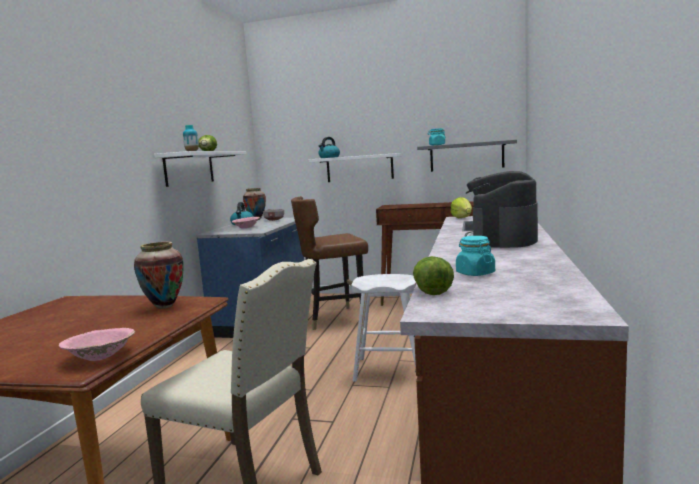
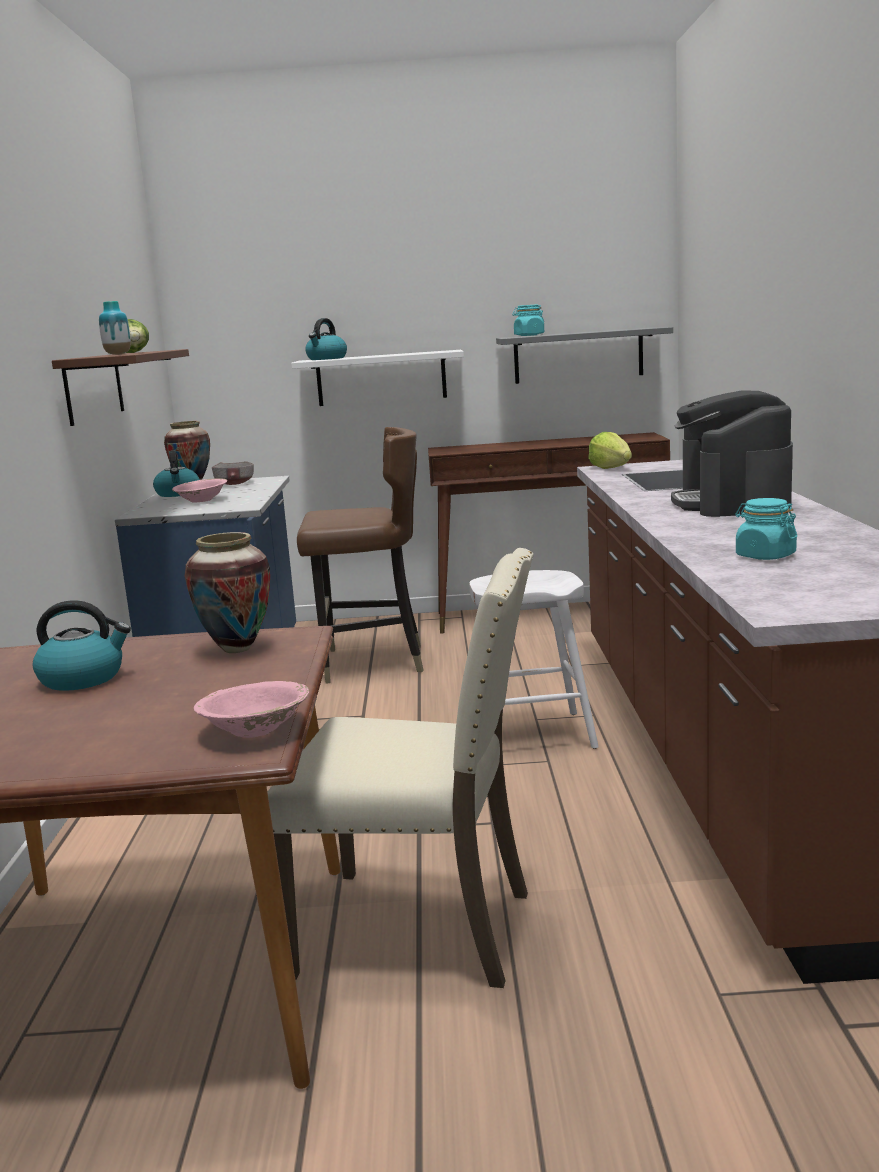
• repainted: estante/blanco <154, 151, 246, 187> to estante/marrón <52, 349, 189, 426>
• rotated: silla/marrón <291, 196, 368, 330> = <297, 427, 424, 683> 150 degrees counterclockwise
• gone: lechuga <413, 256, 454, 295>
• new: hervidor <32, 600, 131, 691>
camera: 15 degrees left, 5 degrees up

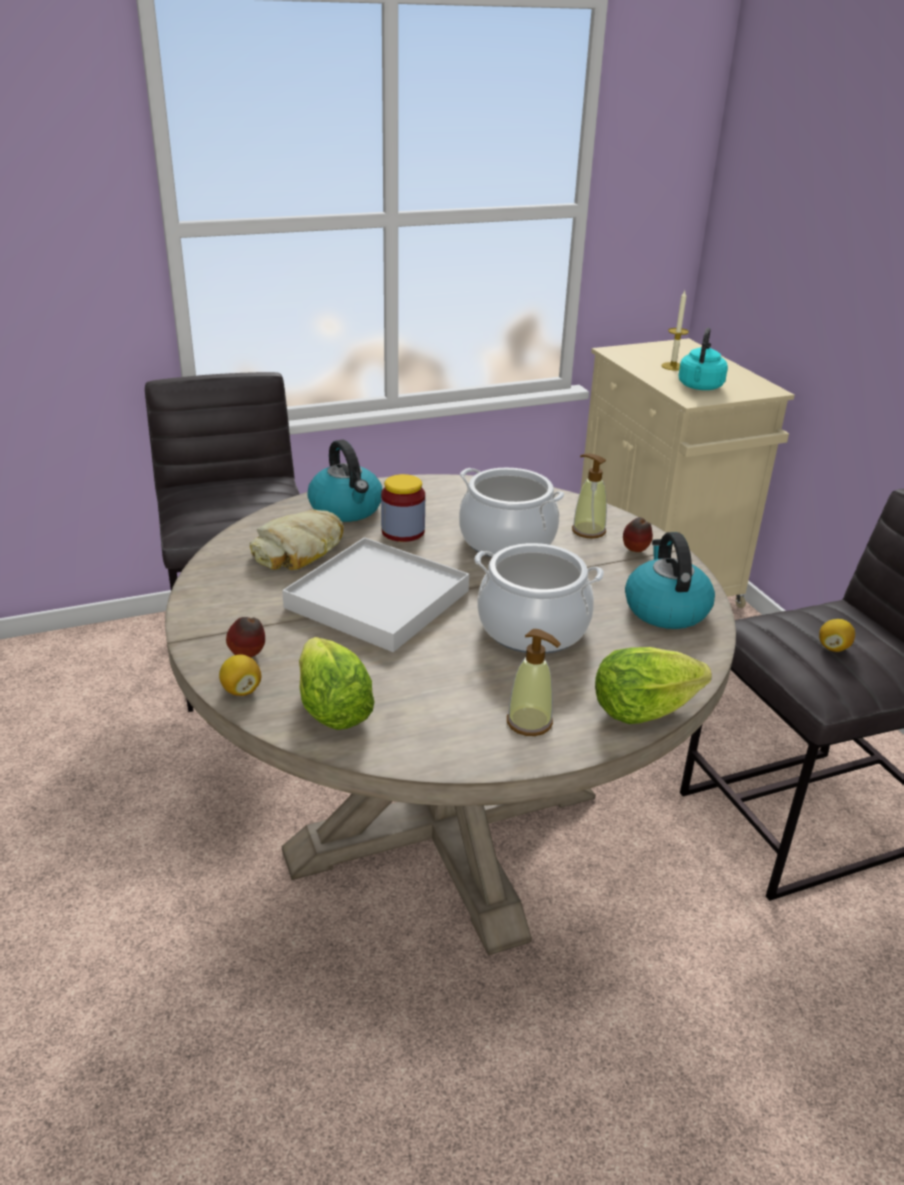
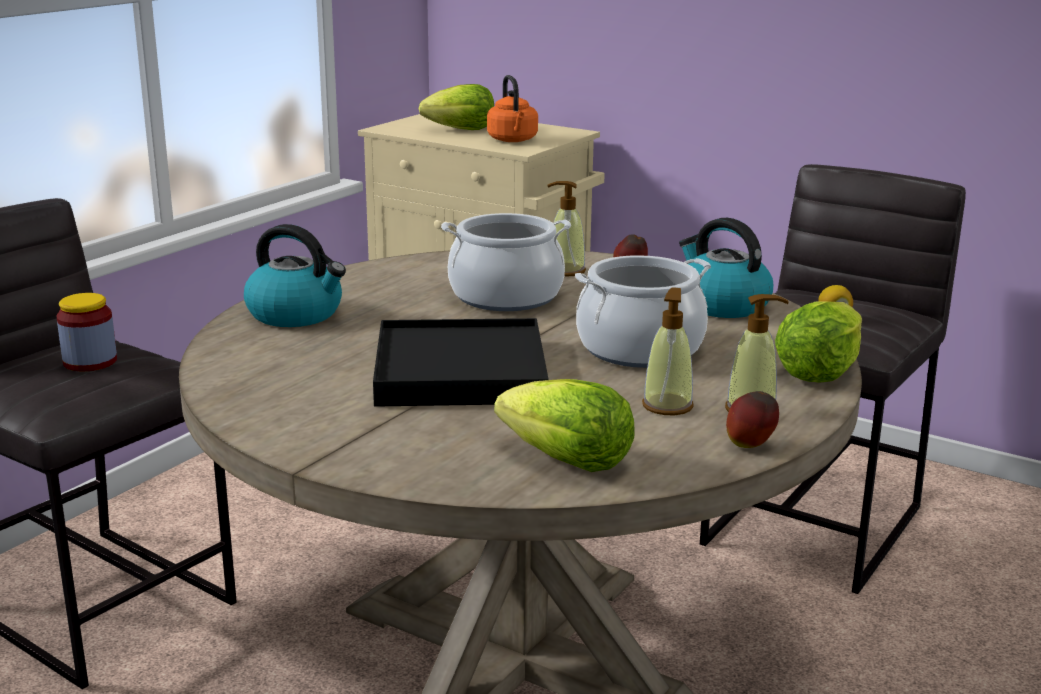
• gone: limón <219, 655, 261, 696>
• shifted: manzana <226, 617, 265, 657> to <726, 391, 779, 448>
• gone: pan <250, 509, 344, 570>
• repainted: bandeja/blanco <282, 537, 469, 652> to bandeja/negro <373, 318, 549, 407>
• shifted: tarro <381, 474, 425, 542> to <56, 293, 117, 371>
• swapped: vela <661, 291, 689, 371> to lechuga <419, 84, 494, 130>
• repainted: hervidor/turquesa <678, 328, 728, 390> to hervidor/naranja <487, 75, 538, 142>
• new: dispensador de jabón <642, 287, 694, 415>
camera: 35 degrees left, 10 degrees down

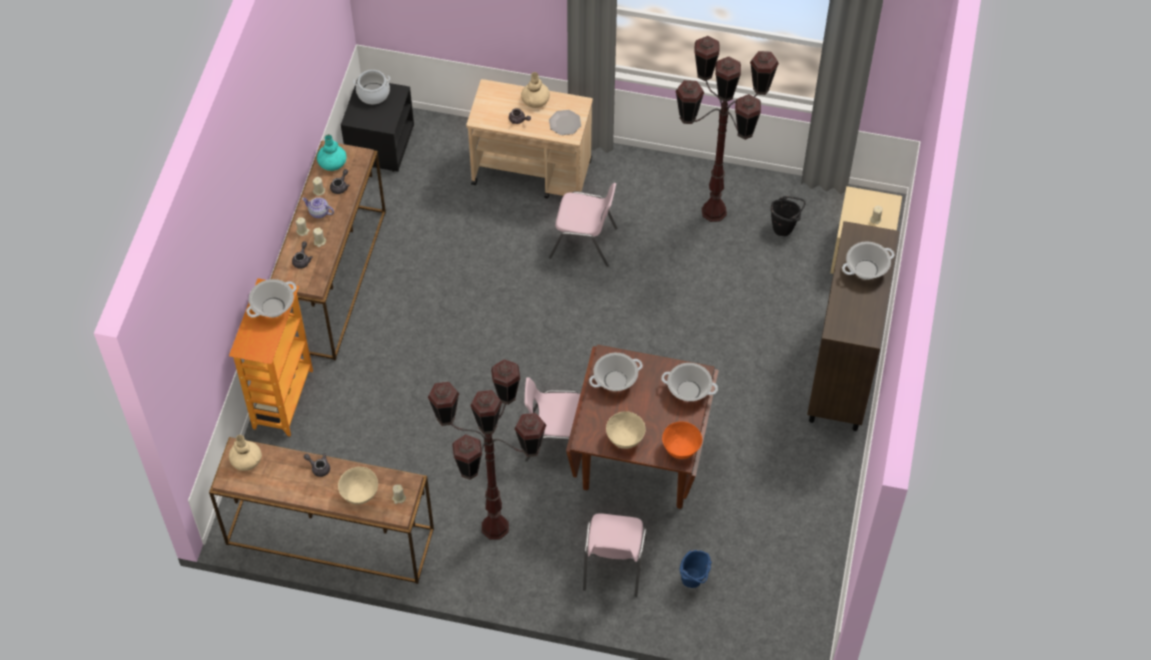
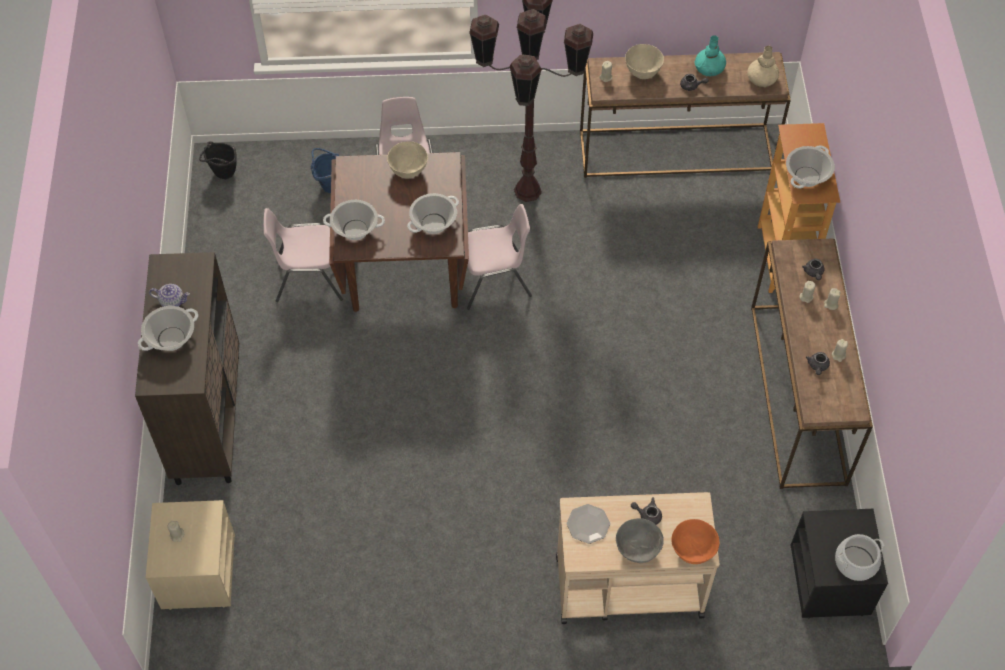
• shifted: tetera <302, 197, 334, 218> to <149, 284, 190, 307>
• shifted: florero/turquesa <317, 134, 347, 171> to <694, 35, 726, 77>
• swapped: florero/beis <521, 72, 550, 108> to cuenco/gris <616, 518, 664, 563>
• shifted: silla/rosa <549, 183, 617, 267> to <264, 208, 343, 302>
• shifted: cuenco/naranja <662, 422, 702, 459> to <671, 519, 720, 564>
• gone: lámpara de pie/marrón <675, 36, 779, 222>
• shifted: cubo/negro <771, 196, 806, 236> to <199, 141, 237, 179>
camera: 165 degrees right, 0 degrees up

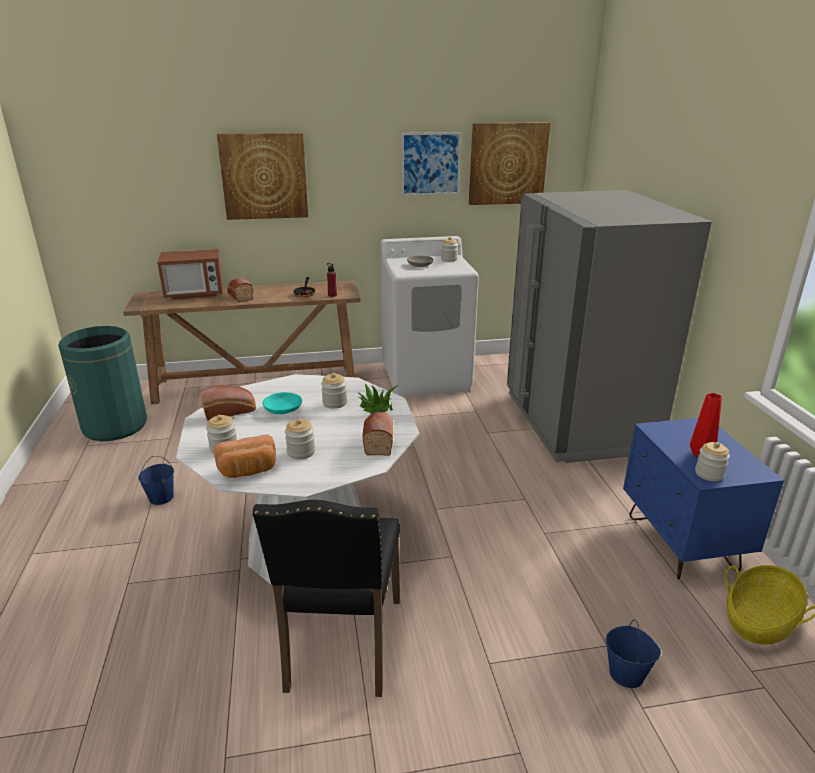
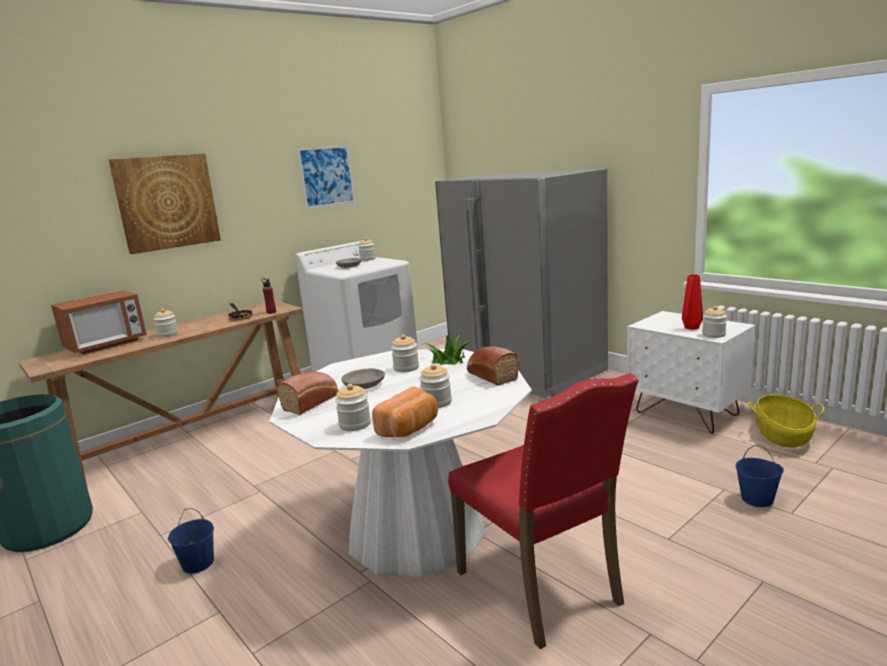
• swapped: pan <227, 278, 253, 302> to tarro <154, 309, 178, 337>
• repainted: silla/negro <252, 500, 400, 697> to silla/rojo <448, 373, 639, 649>
• repainted: cuenco/turquesa <263, 392, 302, 414> to cuenco/gris <341, 368, 385, 389>
• gone: cuadro <469, 122, 550, 205>
• repainted: mesita de noche/azul <623, 418, 784, 580> to mesita de noche/blanco <627, 311, 755, 434>
camera: 30 degrees left, 10 degrees down

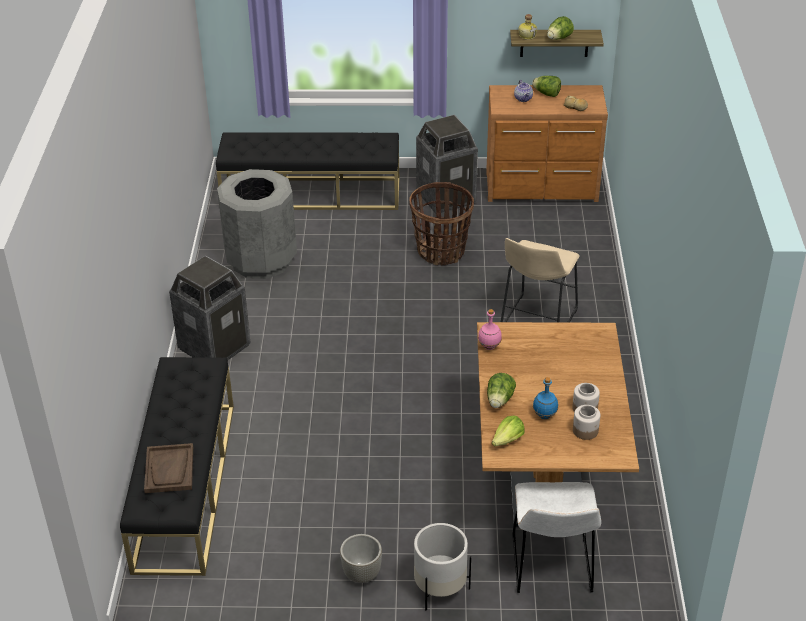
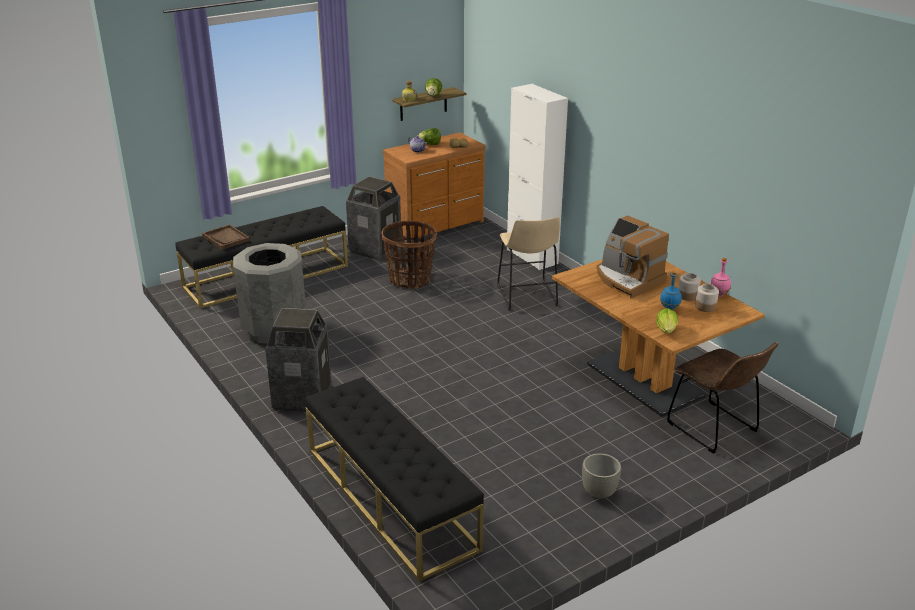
• shifted: bandeja/marrón <144, 443, 193, 493> to <202, 225, 250, 250>
• gone: maceta/blanco <414, 523, 471, 611>
• shifted: botella/rosa <478, 309, 502, 350> to <710, 258, 731, 297>
• gone: lechuga <487, 373, 516, 408>
• repainted: silla/blanco <513, 482, 601, 593> to silla/marrón <667, 342, 778, 453>
• new: armario/blanco <507, 84, 568, 270>
• new: cafetera <596, 216, 669, 299>
camera: 35 degrees left, 10 degrees down

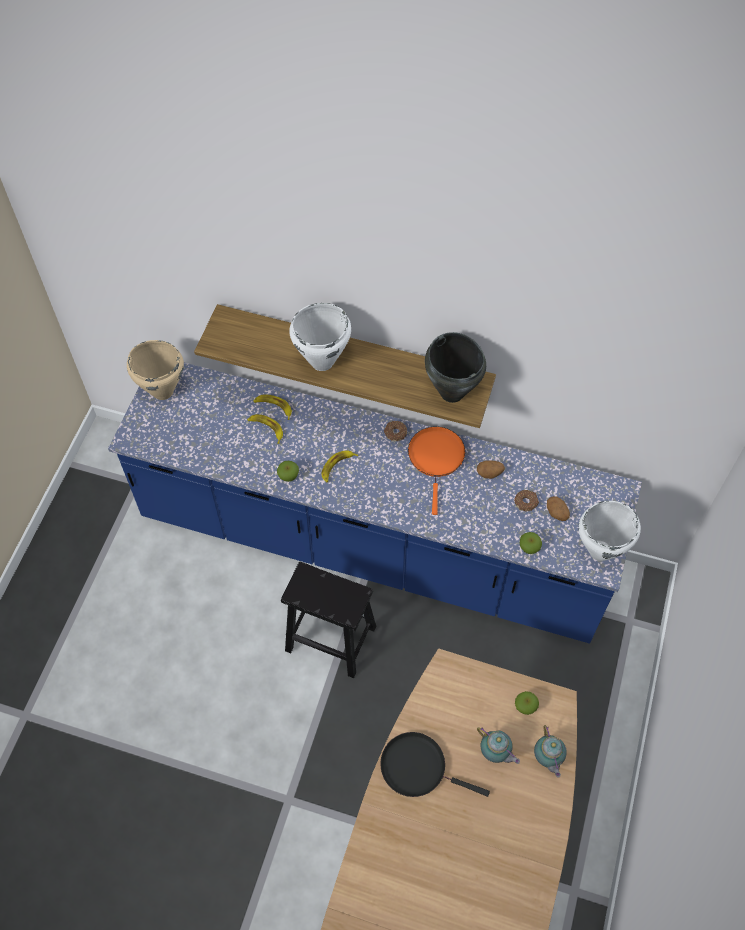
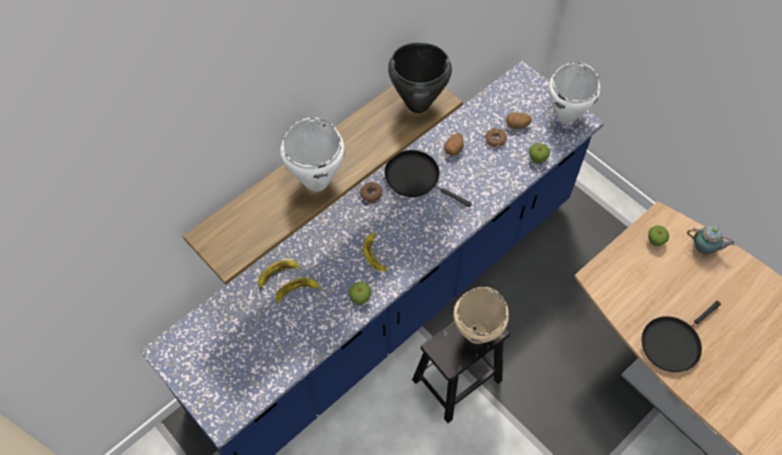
• shifted: olla/beis <127, 340, 184, 400> to <453, 287, 509, 344>
• repainted: sartén/naranja <408, 427, 465, 515> to sartén/negro <384, 150, 472, 207>
• gone: tetera <477, 727, 520, 764>
camera: 60 degrees left, 0 degrees up

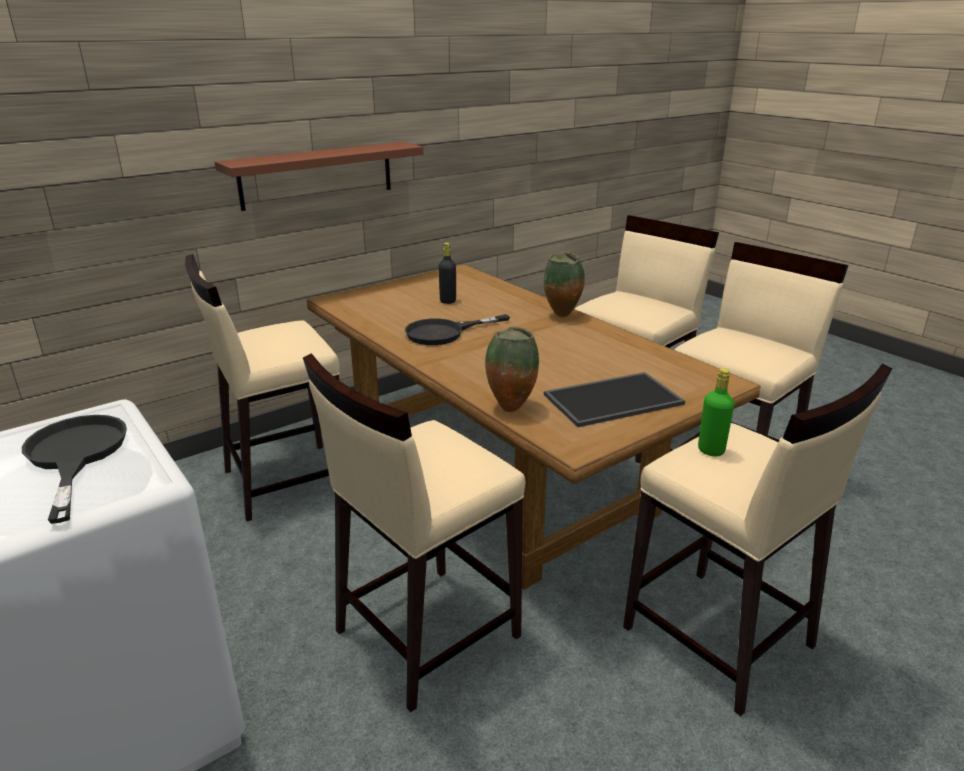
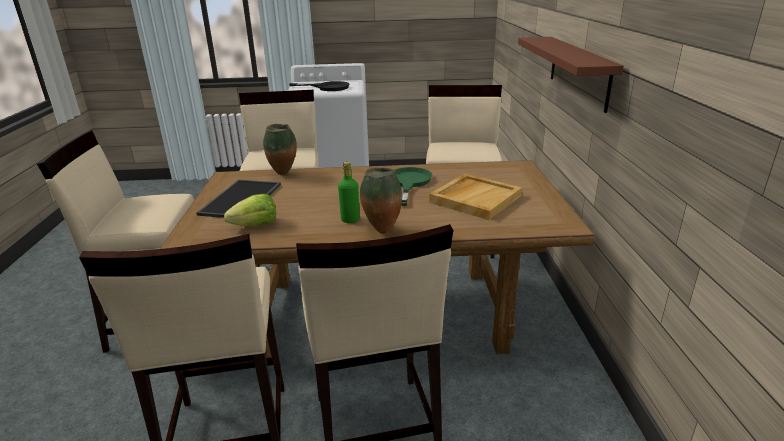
• repainted: sartén/negro <405, 314, 510, 345> to sartén/verde <394, 167, 433, 206>
• swapped: botella/negro <438, 243, 456, 304> to bandeja/beis <429, 173, 522, 220>
• shifted: botella/verde <698, 368, 734, 456> to <338, 162, 360, 223>
• new: lechuga <224, 194, 276, 226>
camera: 125 degrees right, 0 degrees up

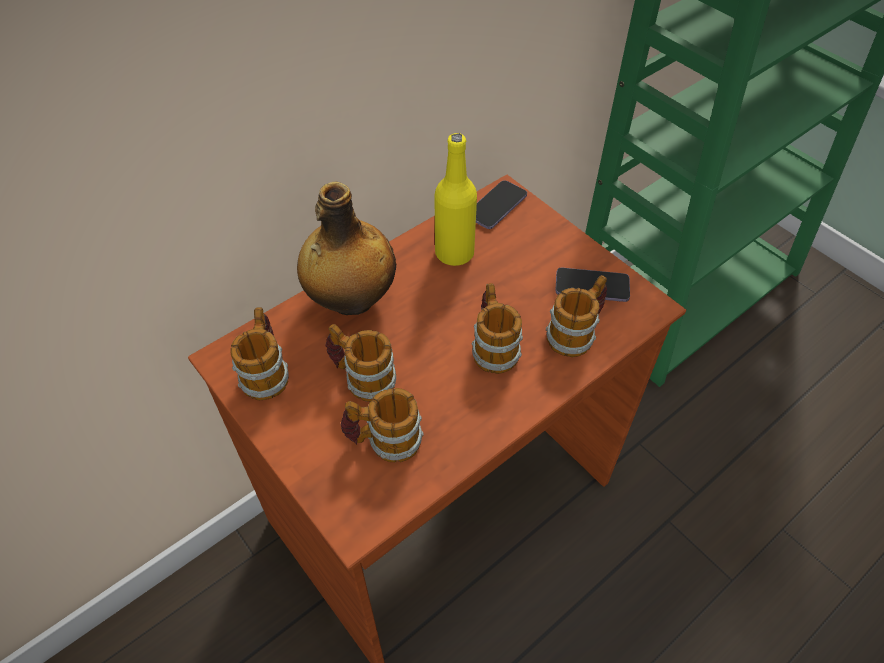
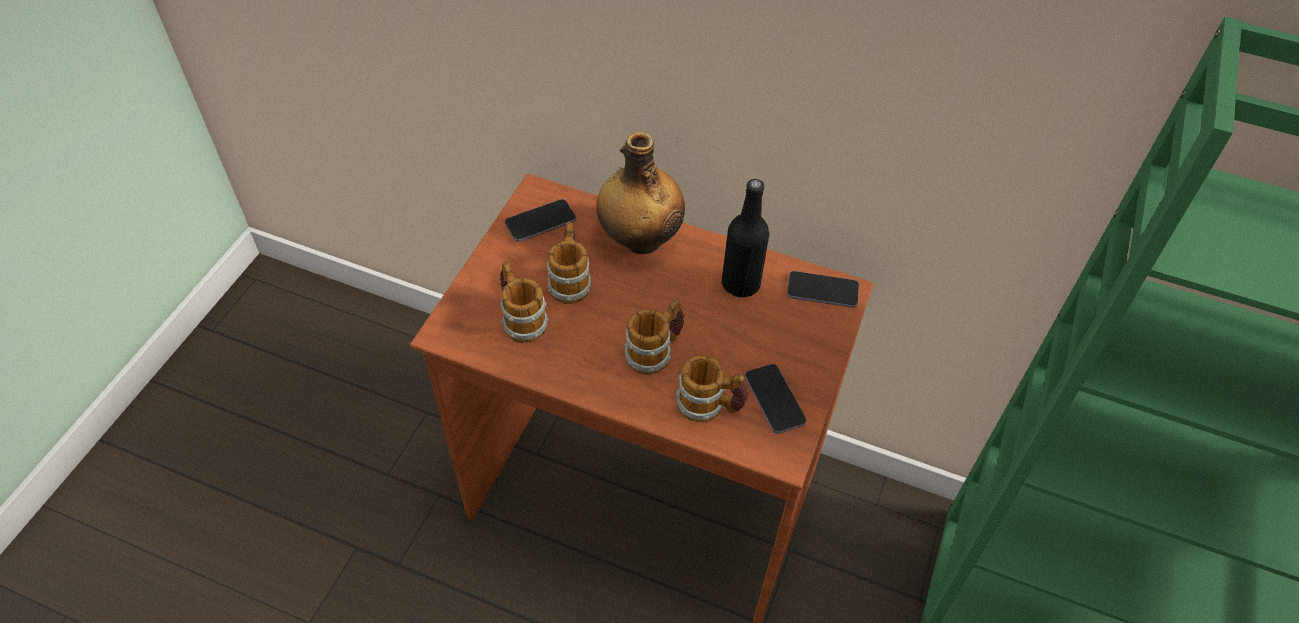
• swapped: taza grande <230, 307, 289, 400> to móvil <505, 199, 576, 242>
• repainted: botella/amarillo <434, 133, 477, 266> to botella/negro <722, 179, 769, 297>
camera: 60 degrees right, 0 degrees up

